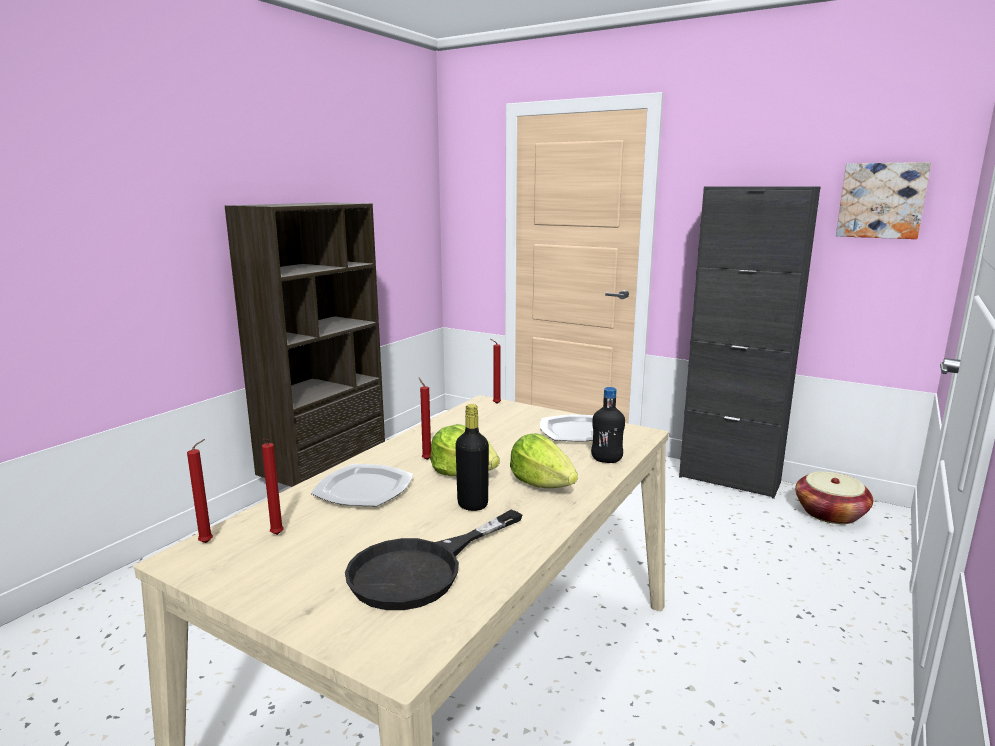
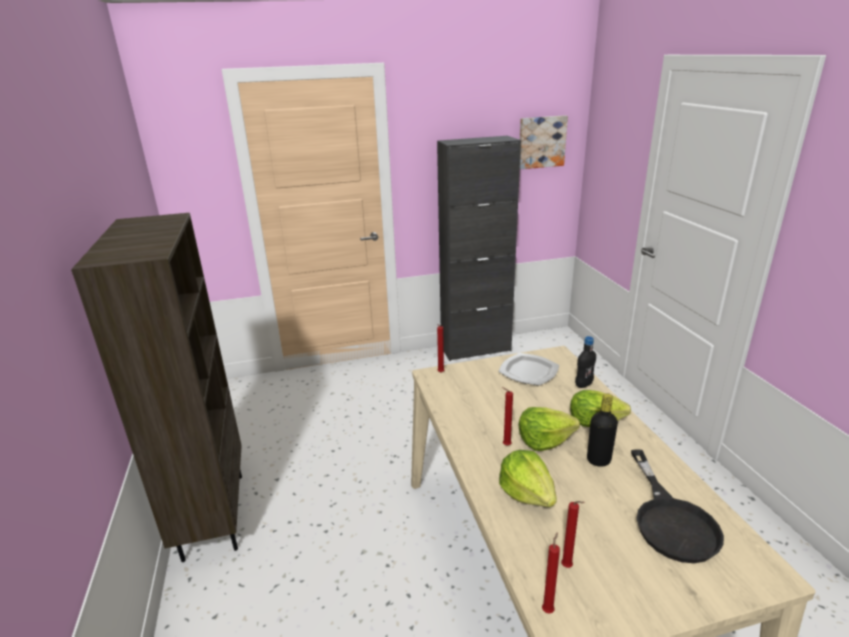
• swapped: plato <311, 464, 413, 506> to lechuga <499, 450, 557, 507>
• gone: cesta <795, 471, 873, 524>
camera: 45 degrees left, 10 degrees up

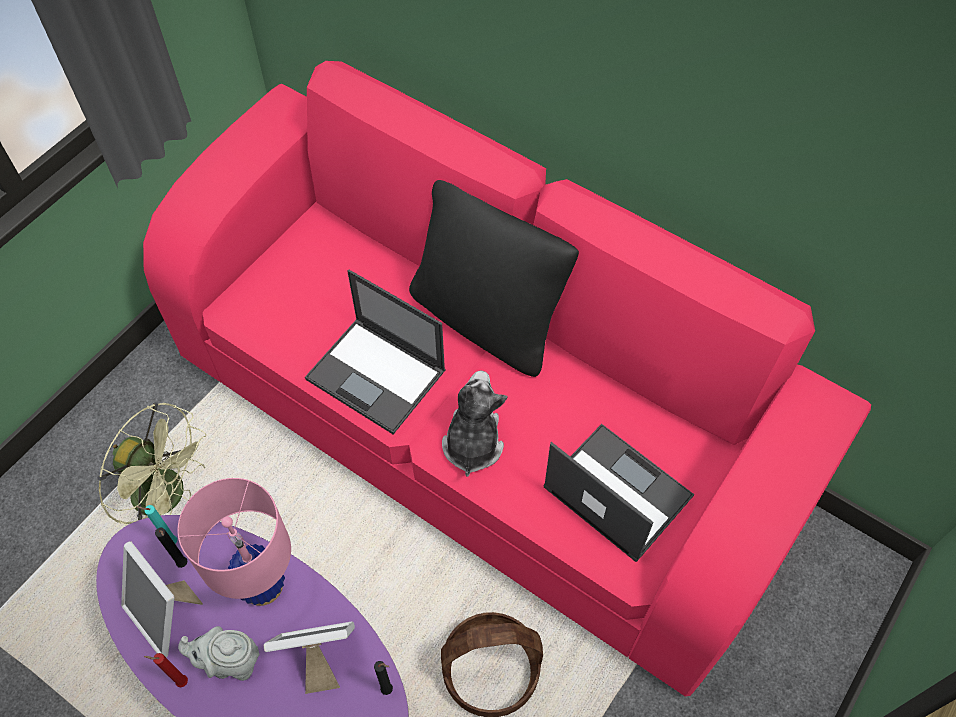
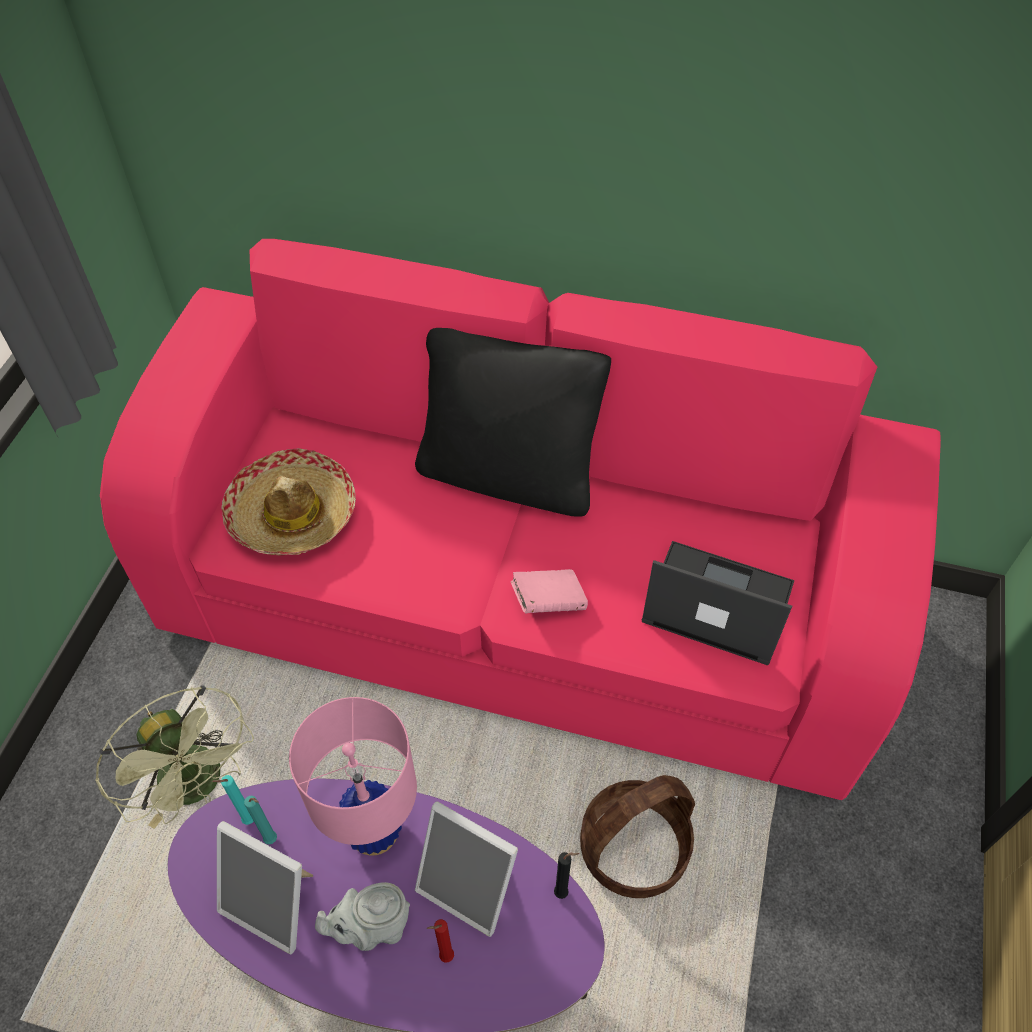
• rotated: ventilador/verde <97, 403, 207, 525> = <95, 685, 254, 829> 45 degrees clockwise
• shifted: vela/rojo <144, 653, 188, 688> to <427, 919, 454, 963>
• repainted: vela/negro <155, 528, 188, 568> to vela/turquesa <244, 795, 277, 844>
• rotated: portarretratos <264, 621, 355, 694> = <415, 801, 518, 937> 120 degrees counterclockwise
• gone: portátil <305, 270, 445, 434>
• swapped: peluche <442, 371, 507, 477> to libro/rosa <511, 569, 588, 613>
• new: sombrero <221, 448, 356, 555>
camera: 20 degrees left, 5 degrees down

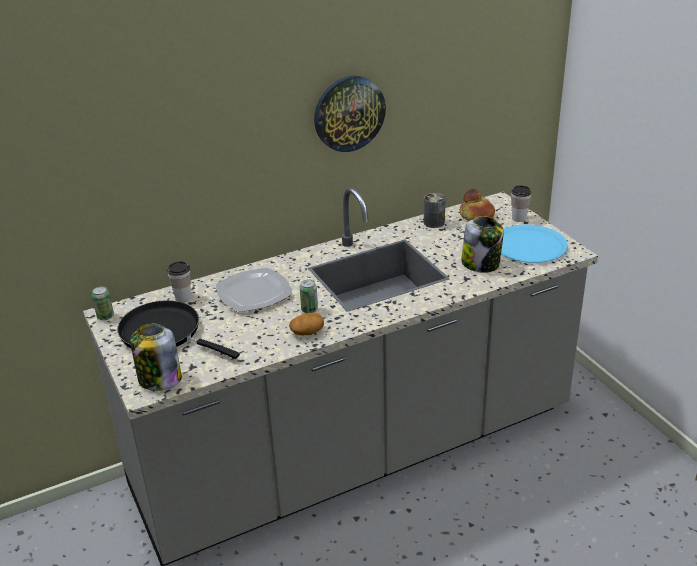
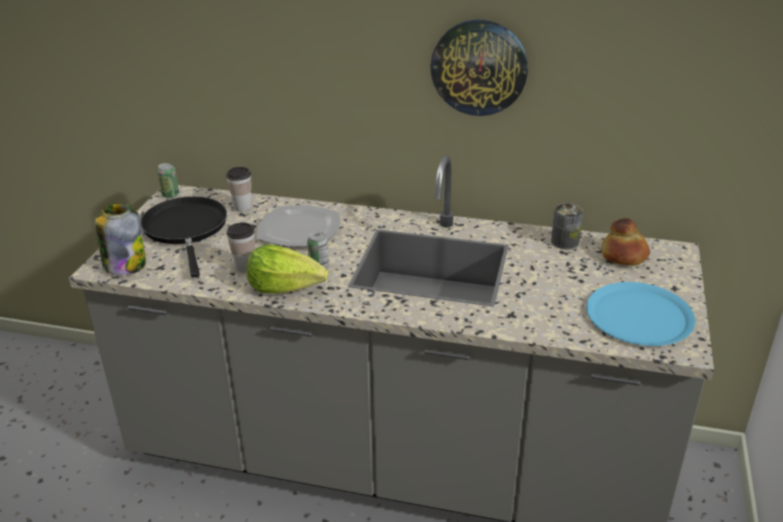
• swapped: patata <289, 312, 324, 335> to lechuga <247, 244, 328, 293>
• gone: tarro <461, 216, 504, 273>
• shifted: taza <511, 185, 531, 222> to <227, 222, 255, 272>
camera: 40 degrees right, 0 degrees up

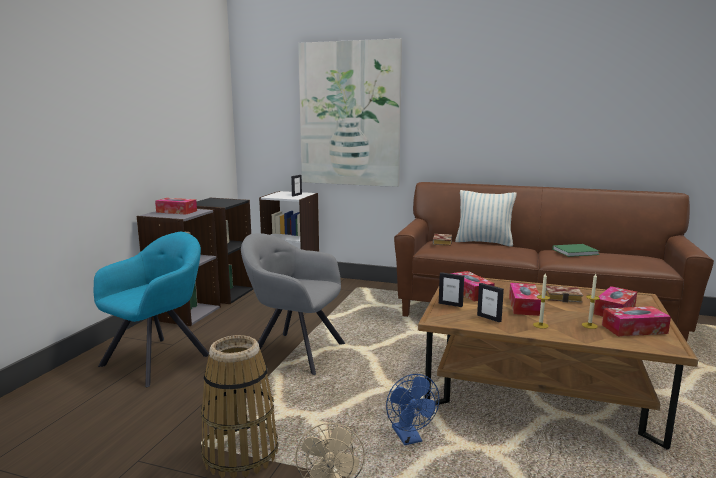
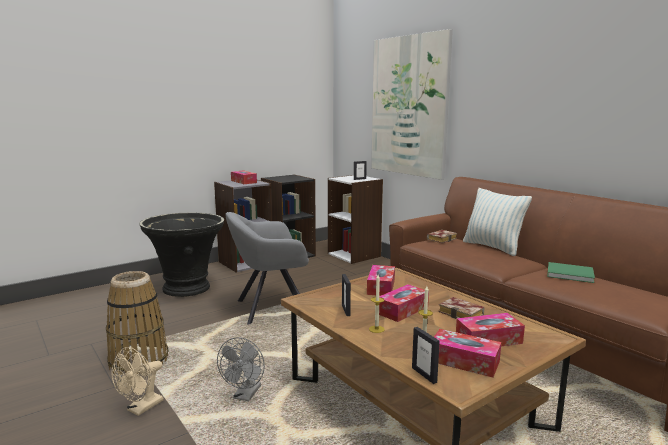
• swapped: sillón/turquesa <93, 232, 209, 387> to maceta/negro <140, 213, 224, 297>
• rotated: sillón/gris <241, 233, 345, 375> = <225, 212, 309, 325> 75 degrees counterclockwise
• repainted: ventilador/azul <386, 374, 440, 445> to ventilador/gris <217, 337, 265, 401>
• shifted: portarretratos <439, 272, 464, 307> to <412, 327, 440, 384>
camera: 35 degrees right, 0 degrees up

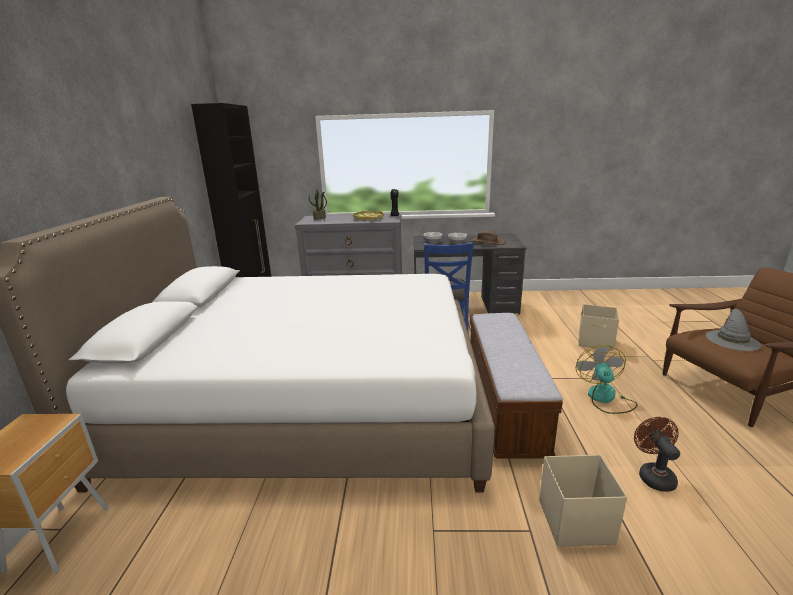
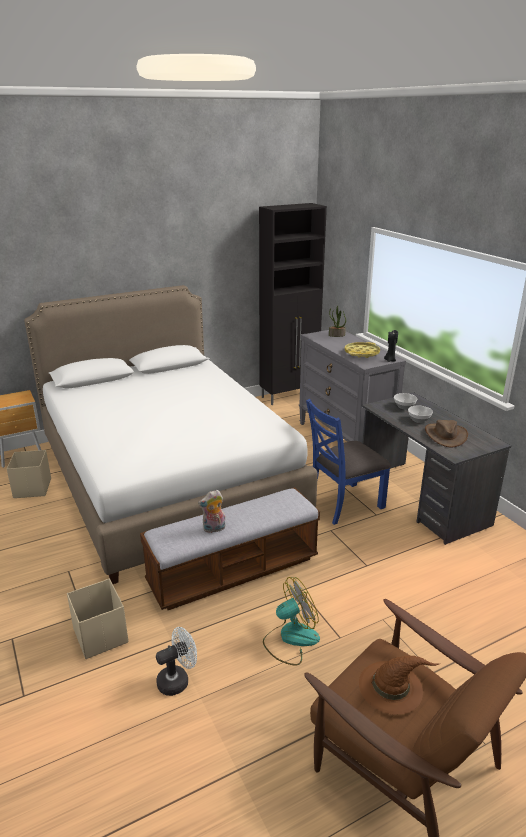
• shifted: caja de almacenaje/beis <579, 304, 619, 351> to <7, 450, 51, 498>
• repainted: ventilador/marrón <634, 417, 680, 492> to ventilador/blanco <156, 627, 197, 696>
• repainted: sombrero/gris <706, 309, 761, 351> to sombrero/marrón <359, 655, 439, 715>
• new: peluche <198, 490, 226, 533>
camera: 60 degrees right, 5 degrees up

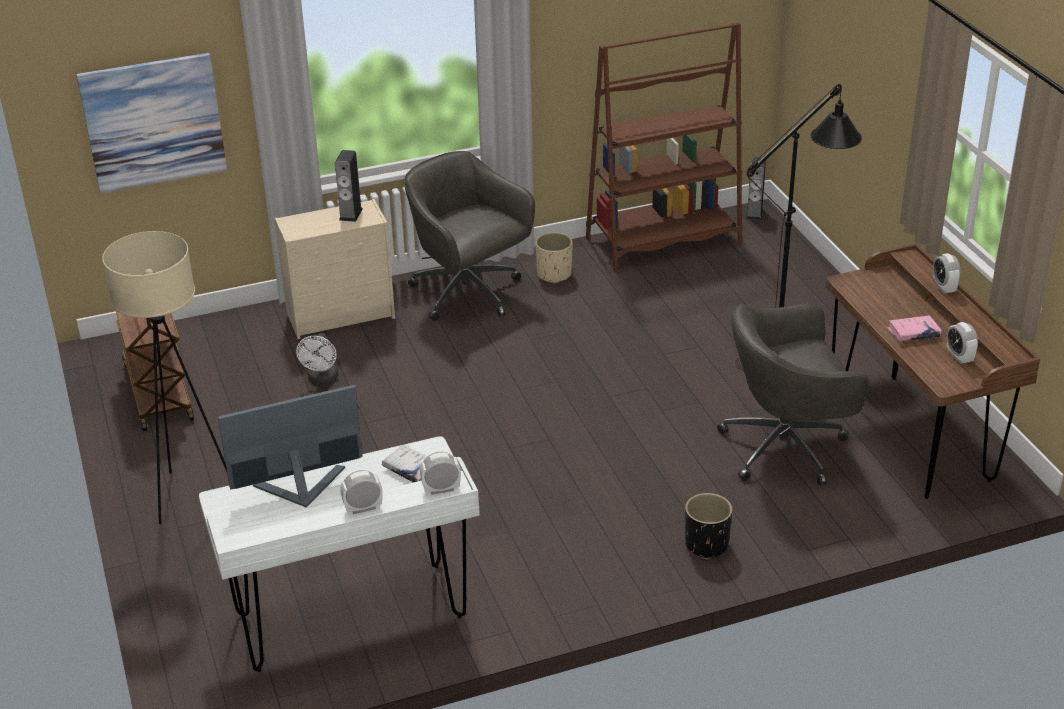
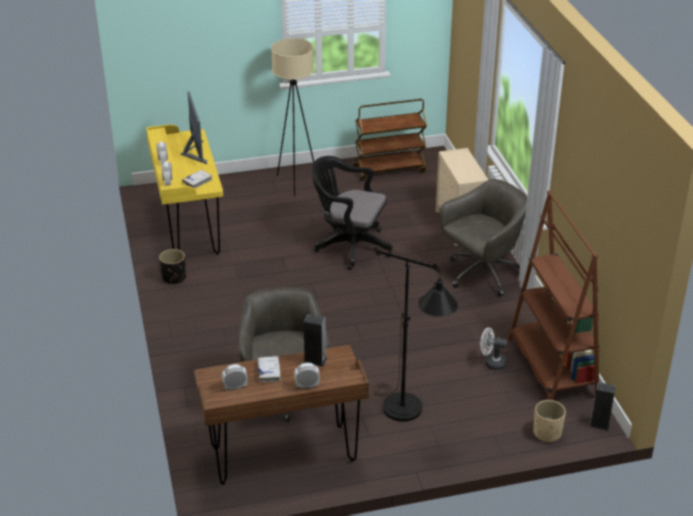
• gone: cuadro <76, 53, 227, 193>
• repainted: escritorio/blanco <199, 436, 480, 672> to escritorio/amarillo <146, 124, 223, 255>
• shifted: ventilador/blanco <296, 333, 338, 385> to <480, 327, 507, 370>
• shifted: altavoz <335, 150, 363, 222> to <303, 314, 327, 367>
• shifted: maceta/beis <535, 232, 573, 284> to <533, 400, 566, 443>
• shifted: maceta/negro <685, 493, 733, 559> to <159, 249, 186, 285>
• repainted: libro/rosa <887, 315, 942, 342> to libro/blanco <257, 356, 281, 382>
• new: silla de oficina/negro <312, 156, 393, 270>
camera: 95 degrees right, 0 degrees up

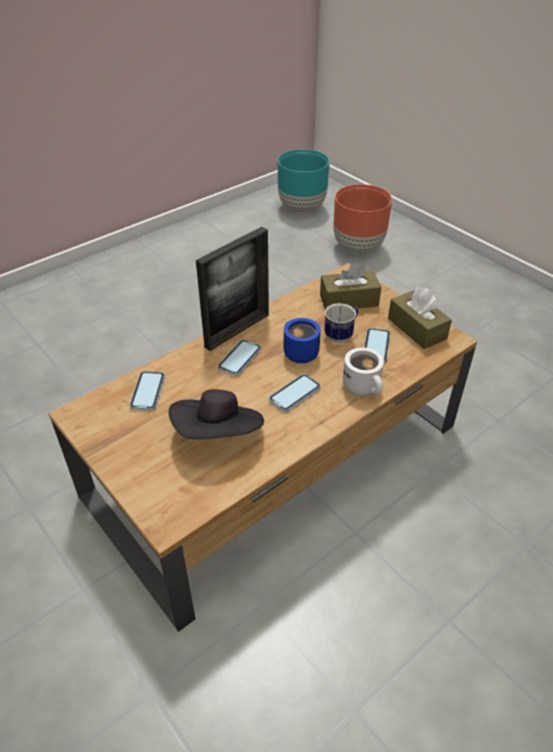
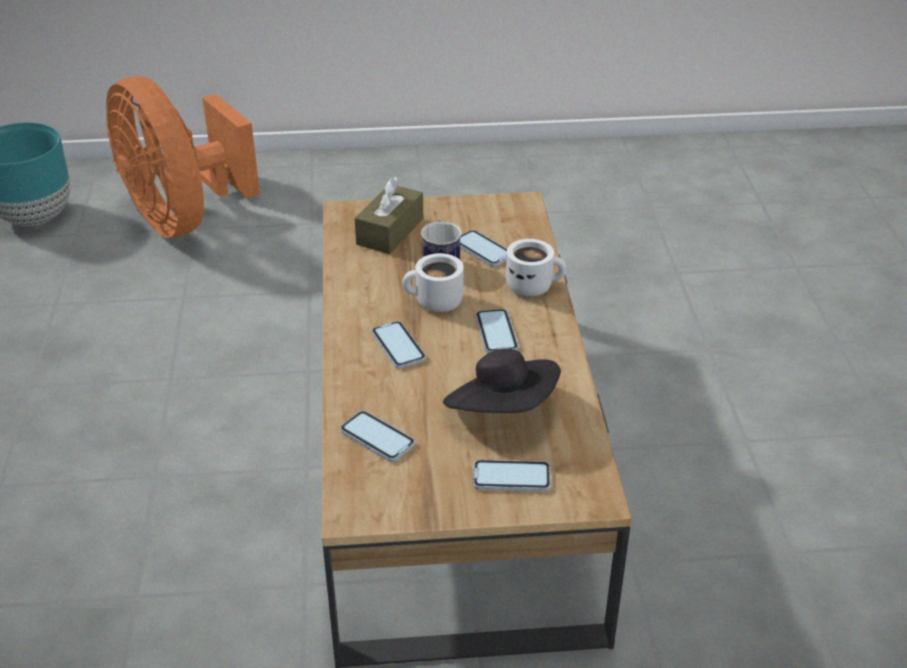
• gone: portarretratos <196, 227, 269, 351>
• repainted: taza grande/azul <284, 318, 321, 363> to taza grande/blanco <402, 253, 464, 312>
• swapped: maceta/marrón <333, 184, 392, 253> to ventilador/naranja <106, 76, 260, 238>
• gone: caja de pañuelos/marrón <388, 286, 452, 349>
• new: móvil <473, 460, 551, 491>
camera: 55 degrees left, 5 degrees down

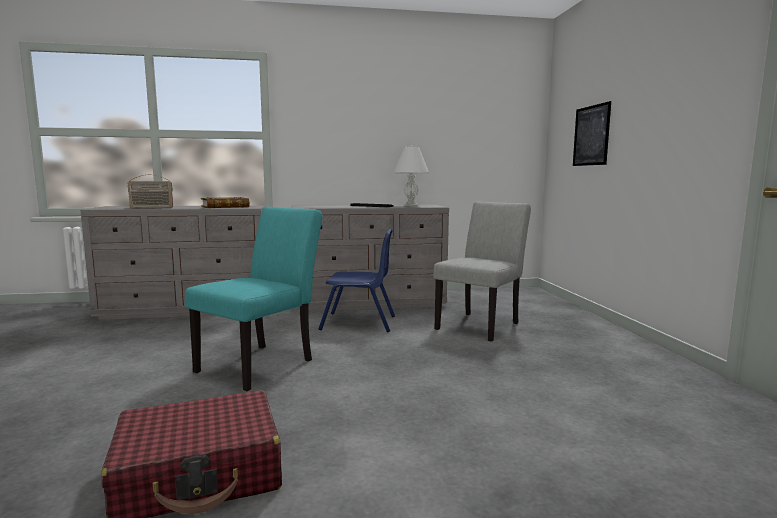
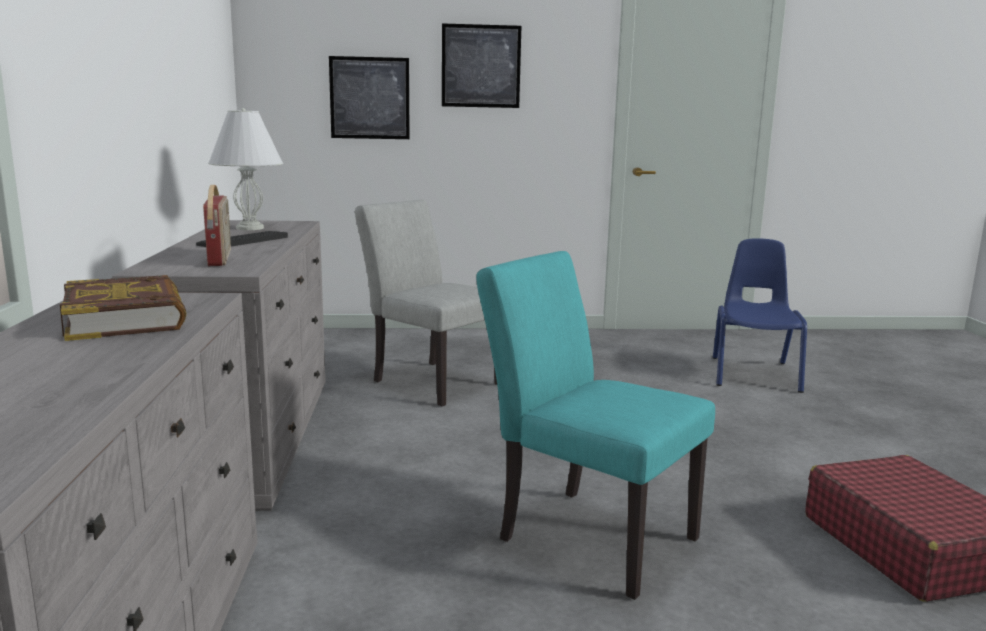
• shifted: radio <128, 175, 173, 209> to <203, 185, 231, 266>
• shifted: silla/azul <318, 229, 395, 332> to <713, 238, 807, 393>
• new: cuadro <442, 23, 521, 108>
camera: 85 degrees left, 5 degrees up

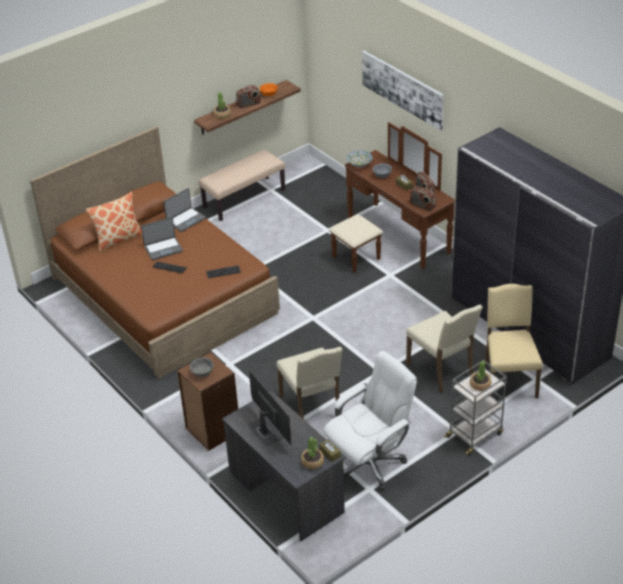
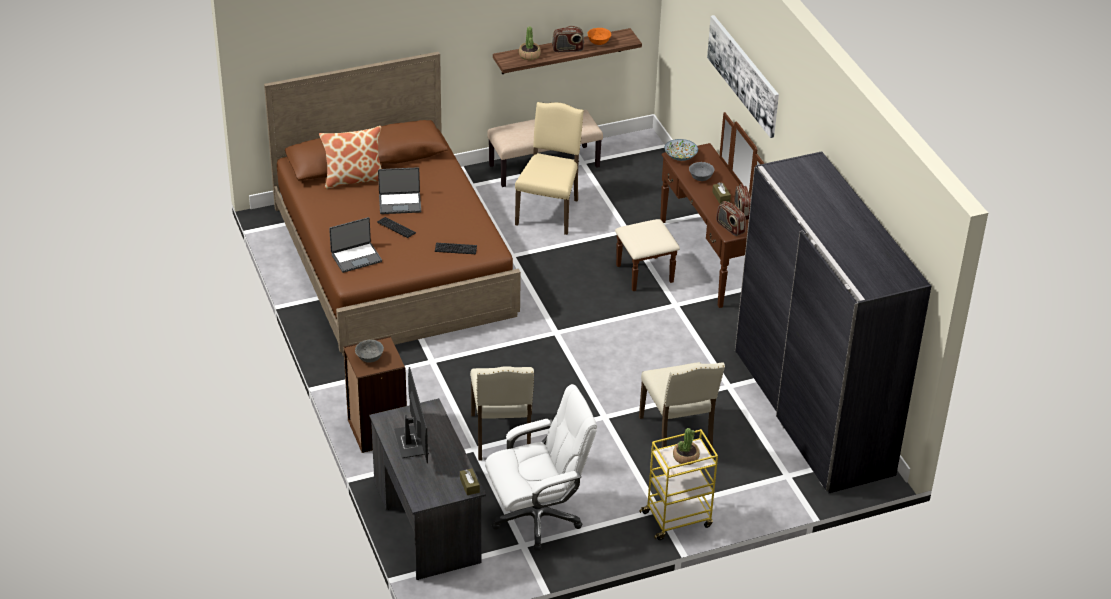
• shifted: portátil <163, 188, 206, 232> to <329, 217, 382, 273>
• gone: planta en maceta <301, 437, 324, 469>
• repainted: carrito/gris <444, 360, 507, 455> to carrito/amarillo <639, 429, 718, 540>
• shifted: silla/beis <485, 284, 543, 398> to <515, 102, 584, 235>
camera: 15 degrees right, 0 degrees up

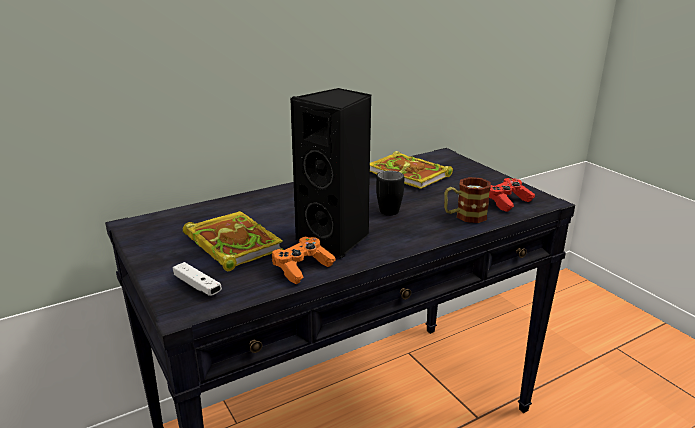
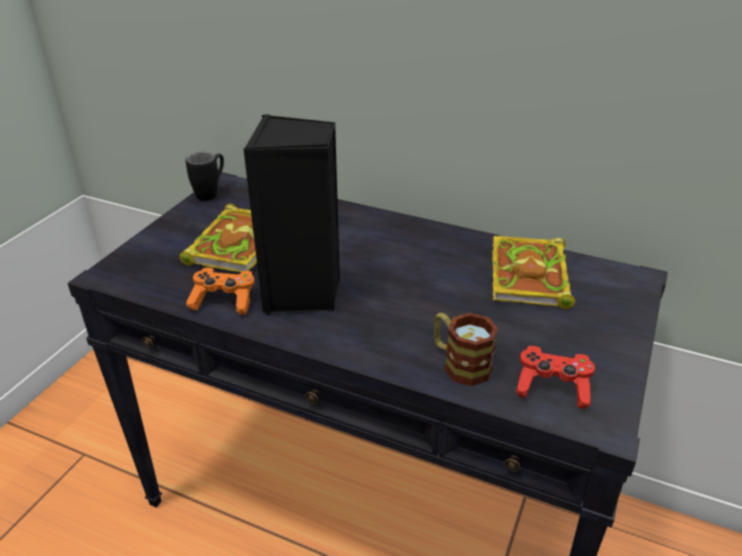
• gone: mando de consola/blanco <173, 262, 222, 296>
• shifted: taza grande/negro <376, 170, 404, 216> to <186, 152, 224, 201>
camera: 55 degrees right, 10 degrees up

